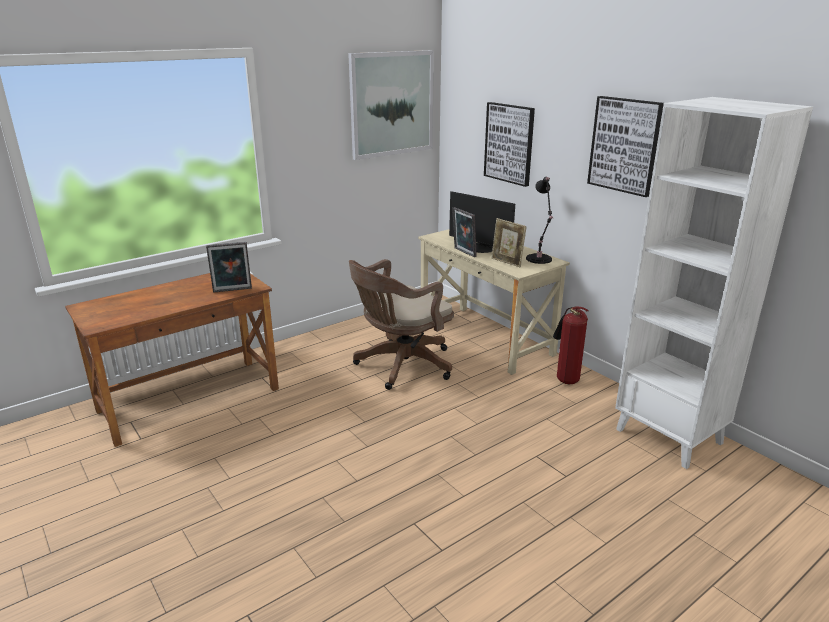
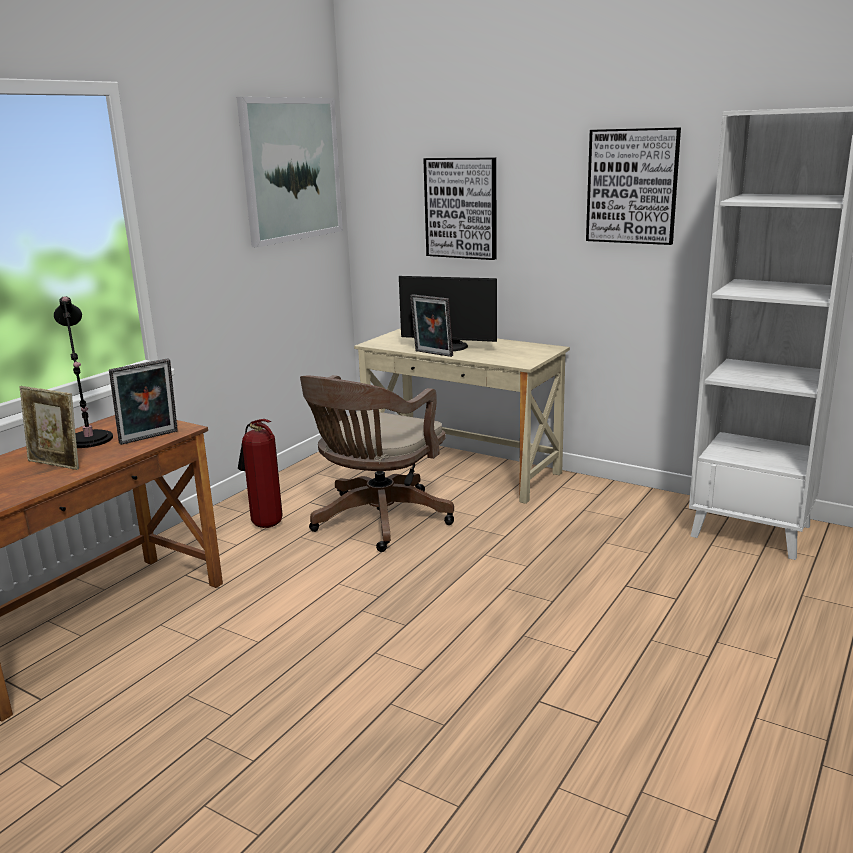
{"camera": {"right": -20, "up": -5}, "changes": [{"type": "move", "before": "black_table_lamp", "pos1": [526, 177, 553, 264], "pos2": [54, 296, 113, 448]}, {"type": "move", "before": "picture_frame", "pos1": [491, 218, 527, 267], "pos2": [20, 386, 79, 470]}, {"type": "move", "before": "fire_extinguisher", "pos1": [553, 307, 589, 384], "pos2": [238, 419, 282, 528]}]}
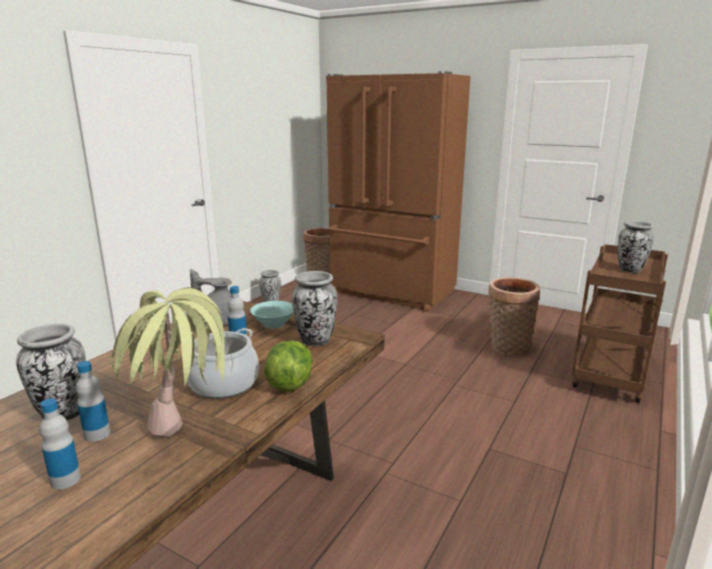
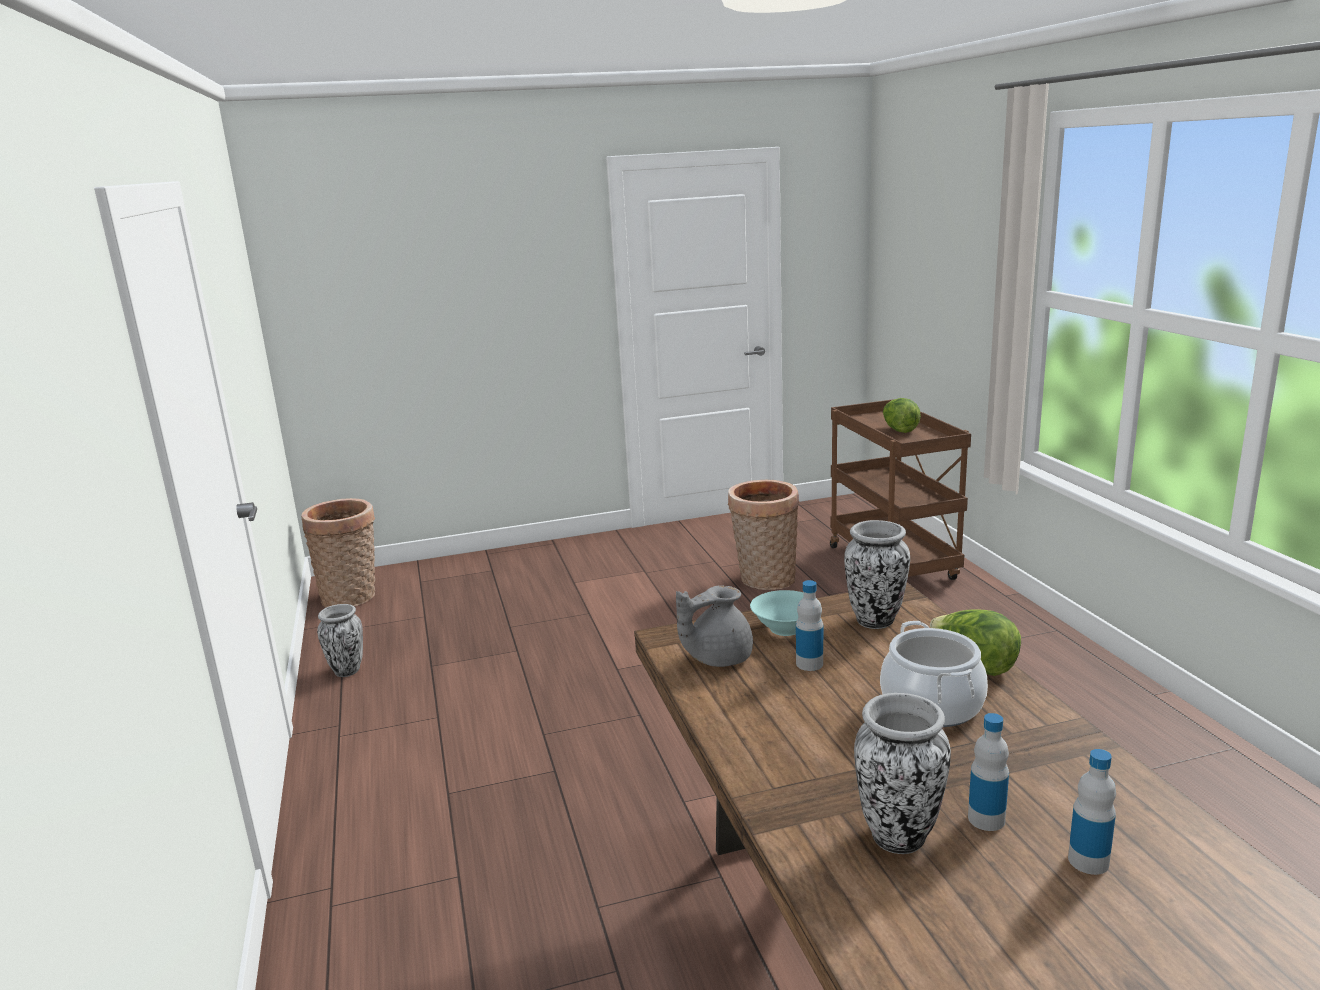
{"camera": {"right": -45, "up": 0}, "changes": [{"type": "delete", "before": "brown_fridge", "pos1": [326, 71, 470, 312]}, {"type": "replace", "before": "vase", "after": "lettuce", "pos1": [618, 221, 654, 273], "pos2": [883, 398, 921, 433]}, {"type": "delete", "before": "potted_plant", "pos1": [111, 287, 233, 438]}]}
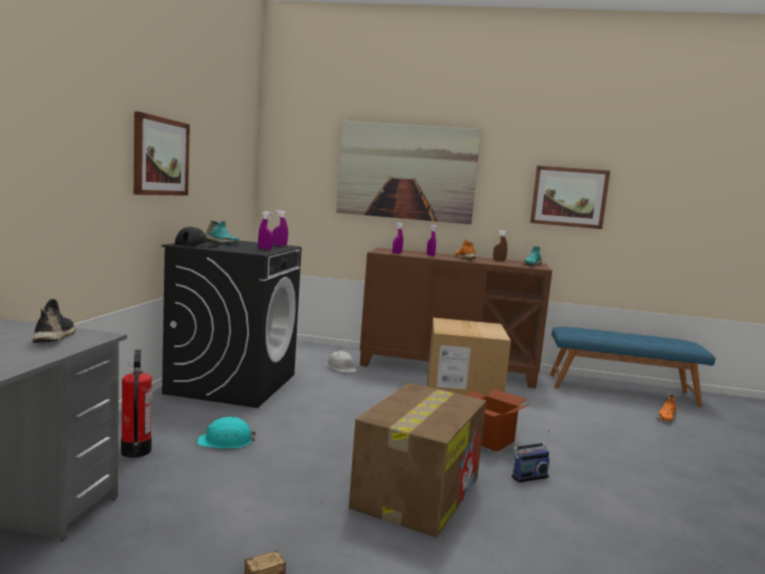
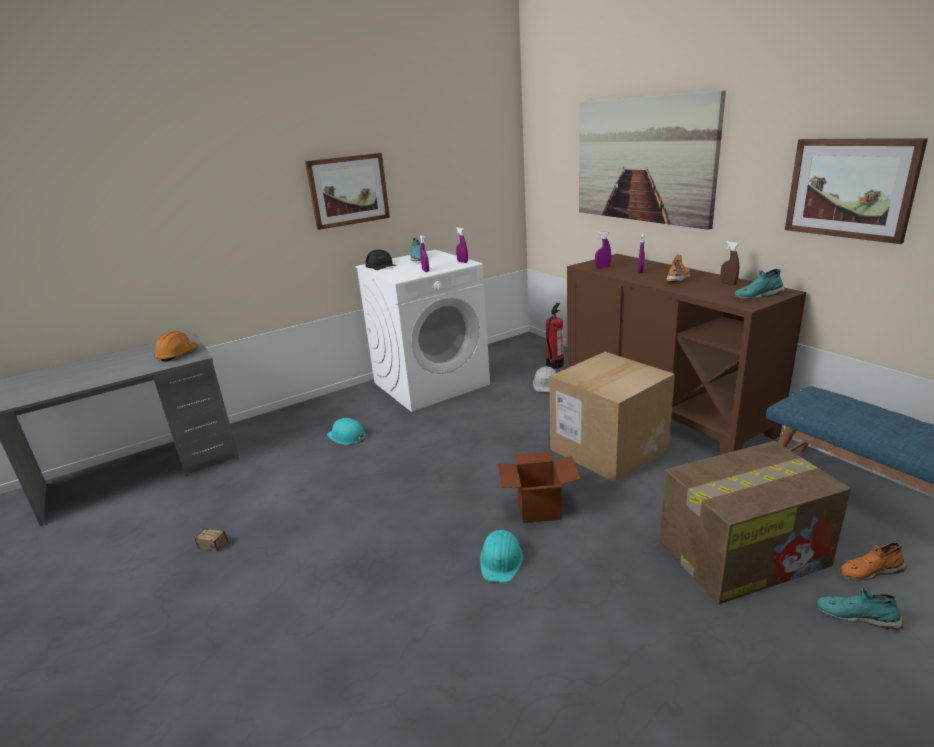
{"camera": {"right": 50, "up": 15}, "changes": [{"type": "recolor", "before": "black_washing_machine", "after": "white_washing_machine", "pos1": [161, 239, 302, 408], "pos2": [356, 250, 490, 412]}, {"type": "replace", "before": "black_shoe", "after": "orange_hard_hat", "pos1": [32, 299, 76, 343], "pos2": [154, 331, 198, 362]}, {"type": "move", "before": "fire_extinguisher", "pos1": [121, 350, 152, 458], "pos2": [546, 303, 564, 369]}, {"type": "move", "before": "cardboard_box", "pos1": [349, 383, 486, 537], "pos2": [660, 441, 851, 604]}, {"type": "replace", "before": "radio", "after": "turquoise_hard_hat", "pos1": [512, 430, 550, 483], "pos2": [480, 530, 523, 582]}, {"type": "insert", "after": "turquoise_shoe", "pos2": [817, 588, 904, 631]}]}
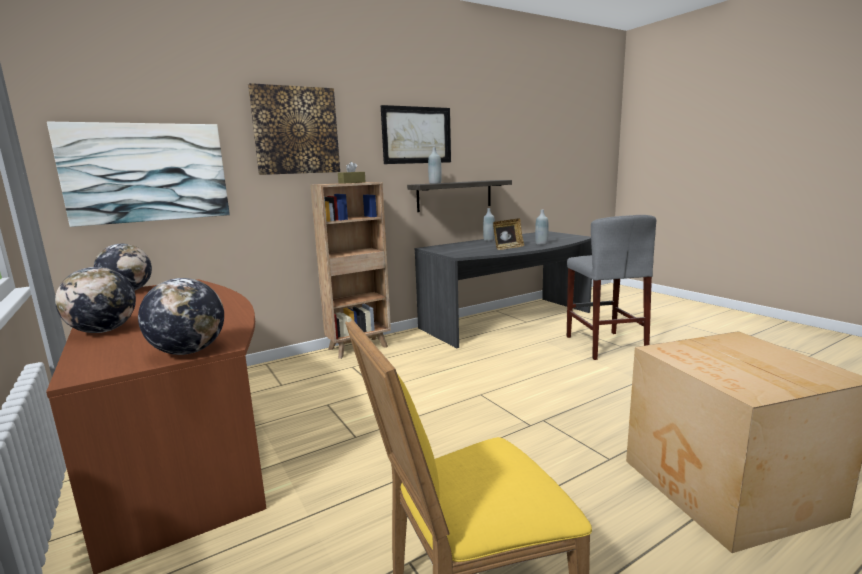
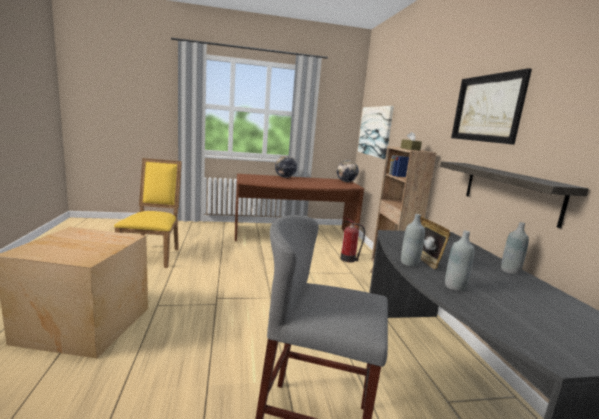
{"camera": {"right": 110, "up": 0}, "changes": [{"type": "delete", "before": "picture", "pos1": [248, 83, 340, 175]}, {"type": "move", "before": "grey_bottle", "pos1": [428, 147, 442, 184], "pos2": [401, 214, 425, 267]}, {"type": "delete", "before": "globe", "pos1": [138, 278, 224, 355]}, {"type": "insert", "after": "fire_extinguisher", "pos2": [340, 217, 365, 262]}]}
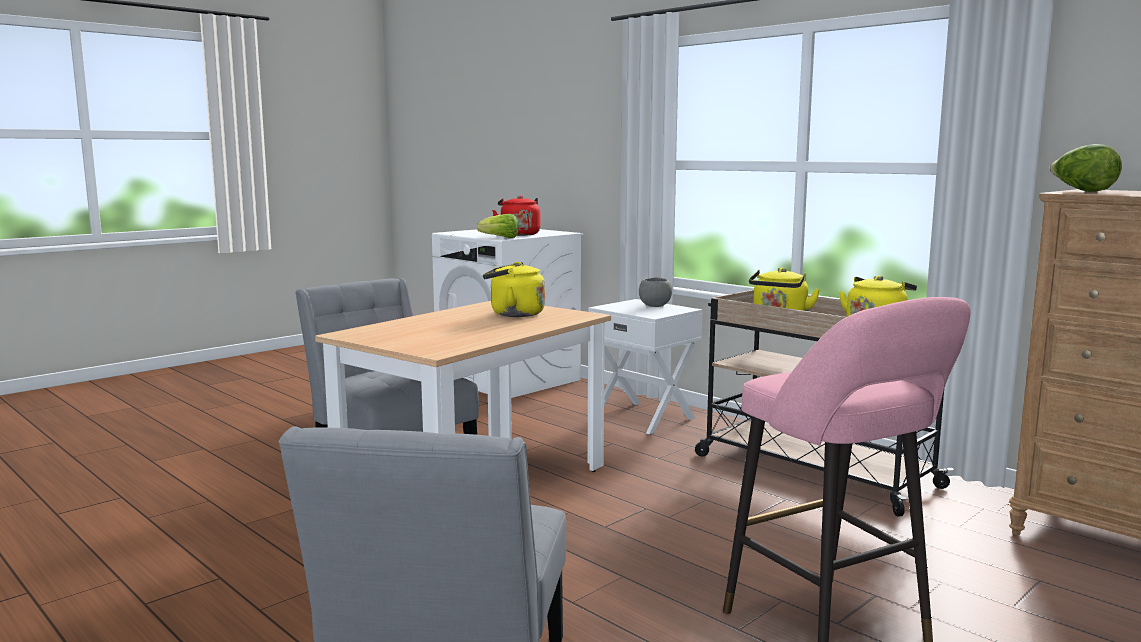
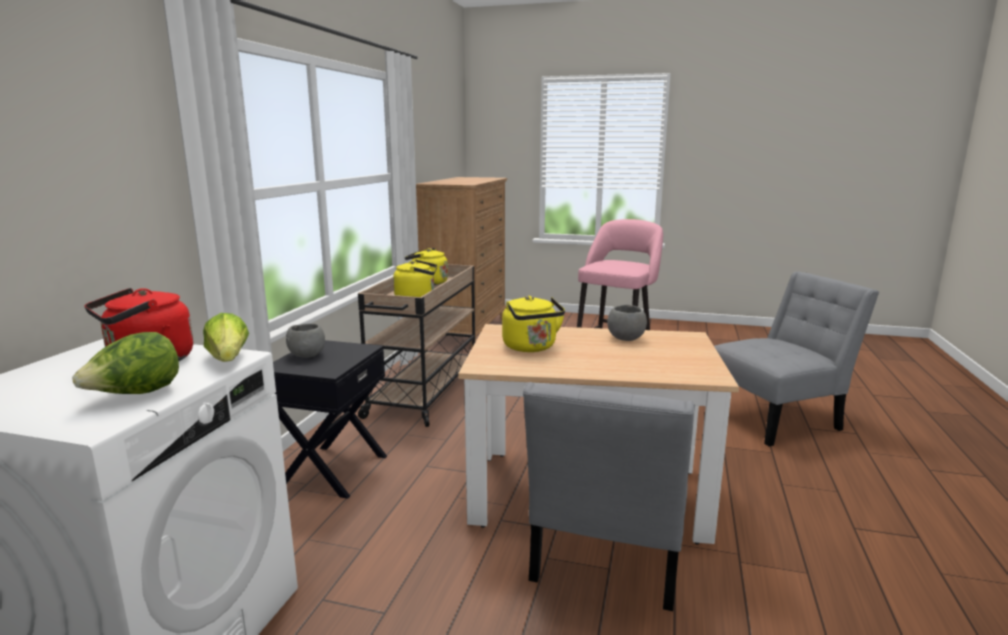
{"camera": {"right": -120, "up": 5}, "changes": [{"type": "move", "before": "lettuce", "pos1": [1049, 144, 1122, 192], "pos2": [72, 332, 179, 394]}, {"type": "recolor", "before": "white_nightstand", "after": "black_nightstand", "pos1": [588, 299, 703, 434], "pos2": [273, 340, 387, 499]}, {"type": "insert", "after": "grey_bowl", "pos2": [607, 305, 647, 341]}]}
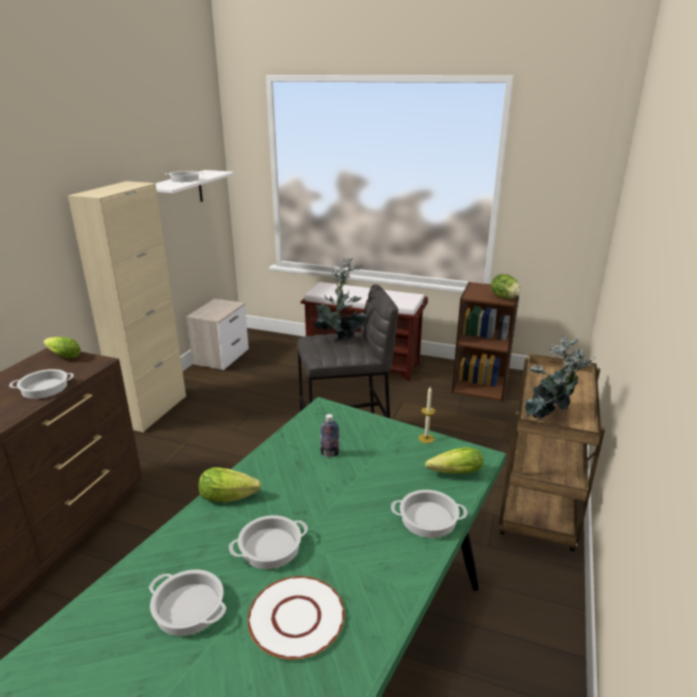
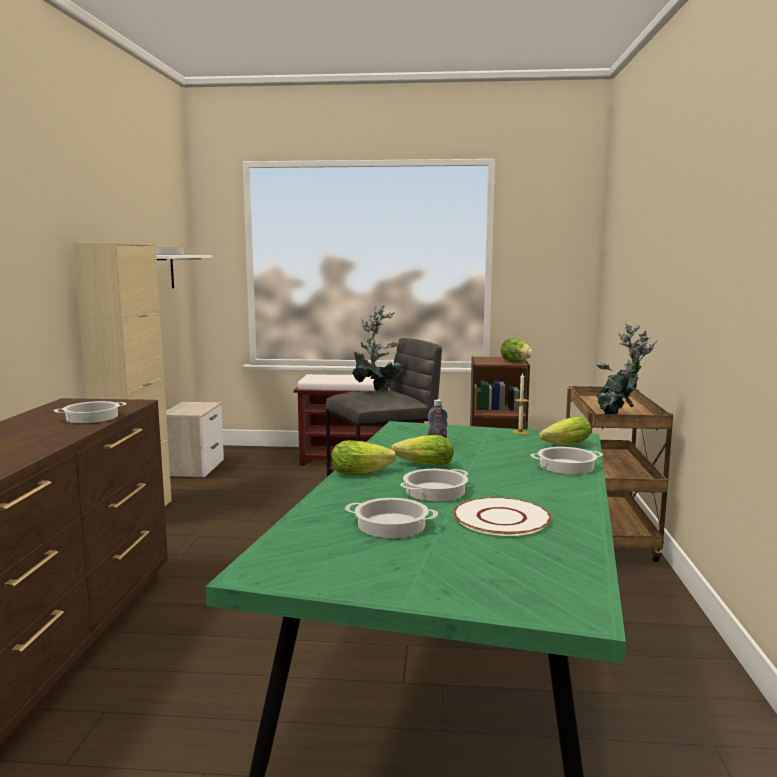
{"camera": {"right": -15, "up": -15}, "changes": [{"type": "move", "before": "lettuce", "pos1": [43, 337, 81, 359], "pos2": [391, 435, 453, 465]}]}
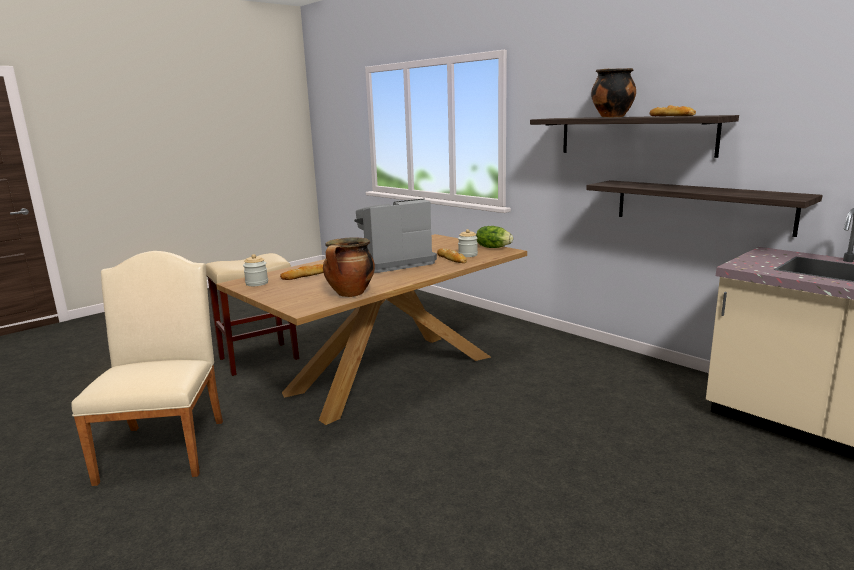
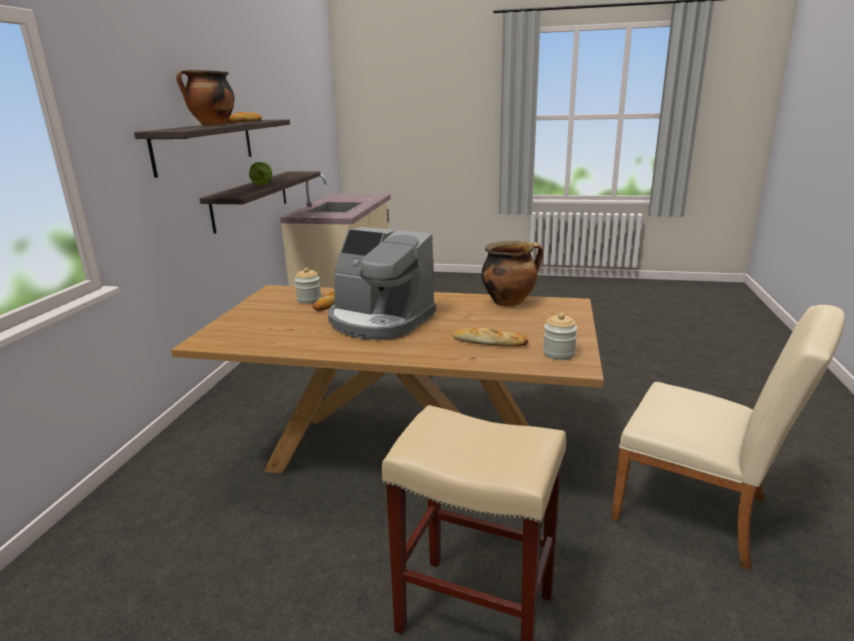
{"camera": {"right": -125, "up": 5}, "changes": [{"type": "move", "before": "lettuce", "pos1": [476, 226, 513, 248], "pos2": [249, 162, 272, 185]}, {"type": "rotate", "before": "beige_chair", "pos1": [71, 251, 223, 486], "pos2": [611, 305, 845, 570], "turn": -105}]}
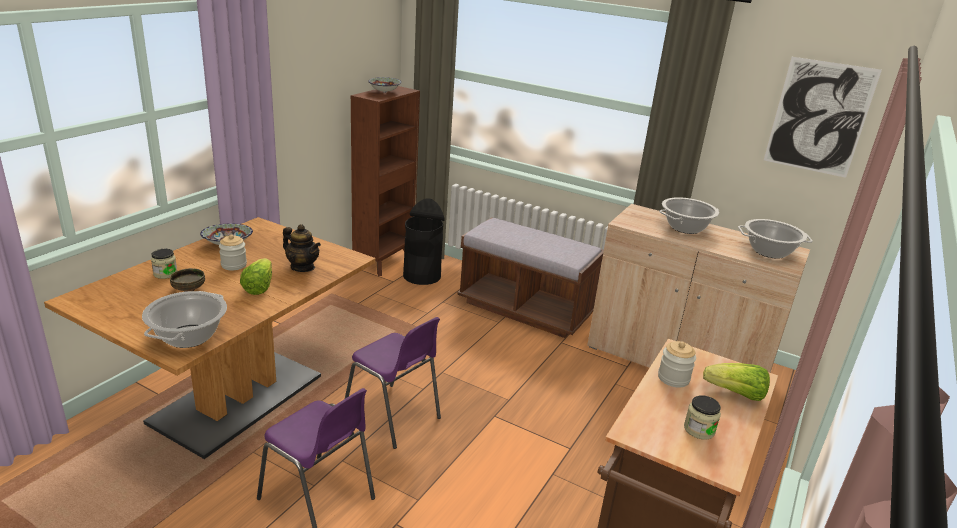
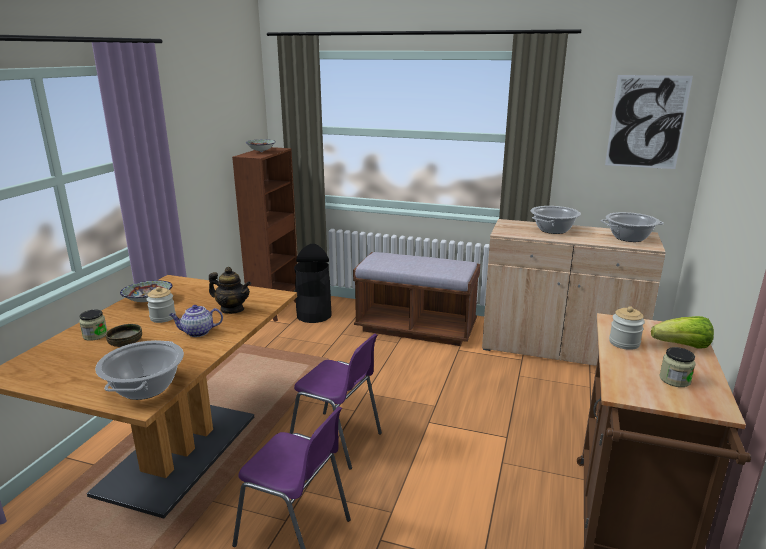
{"camera": {"right": -10, "up": -5}, "changes": [{"type": "replace", "before": "lettuce", "after": "teapot", "pos1": [240, 258, 272, 295], "pos2": [169, 305, 223, 337]}]}
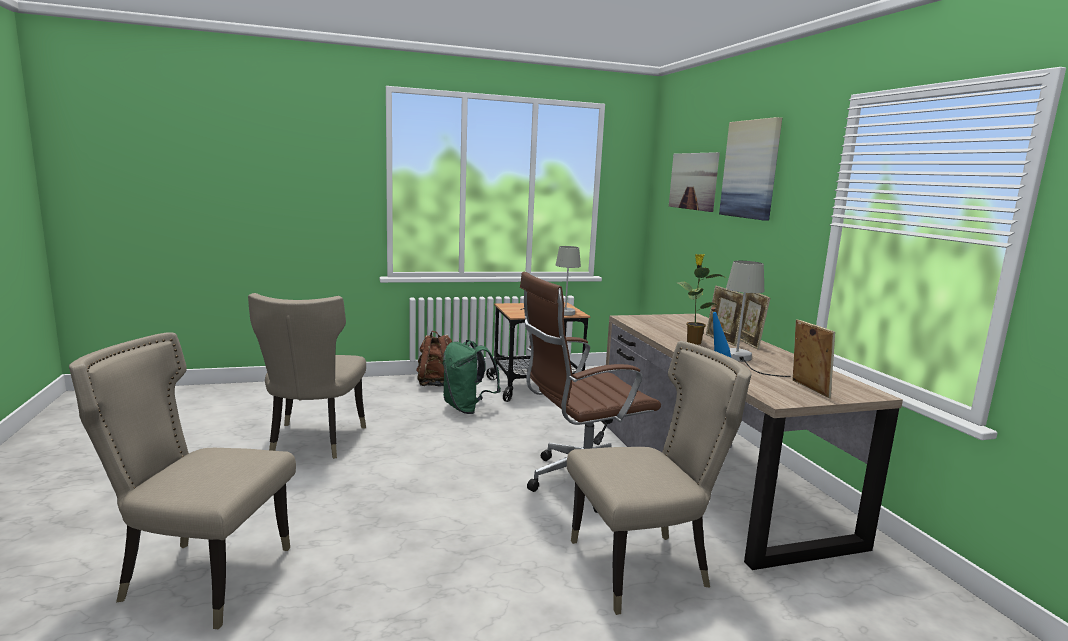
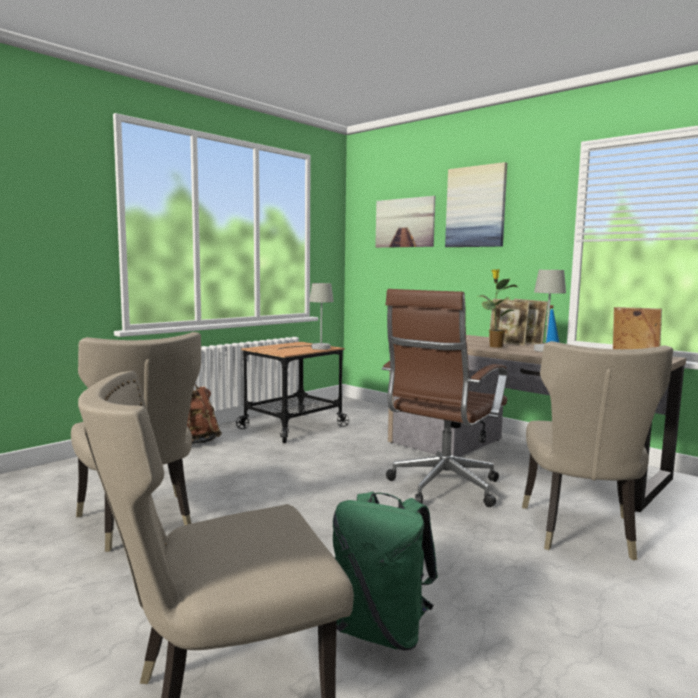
{"camera": {"right": -30, "up": -5}, "changes": [{"type": "move", "before": "green_backpack", "pos1": [443, 340, 501, 414], "pos2": [333, 492, 438, 650]}, {"type": "rotate", "before": "beige_chair", "pos1": [567, 341, 751, 615], "pos2": [522, 341, 673, 560], "turn": 150}]}
